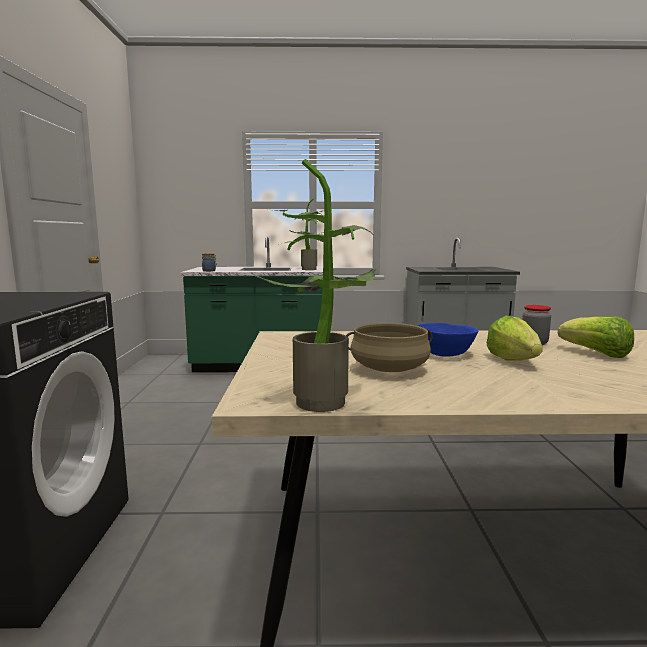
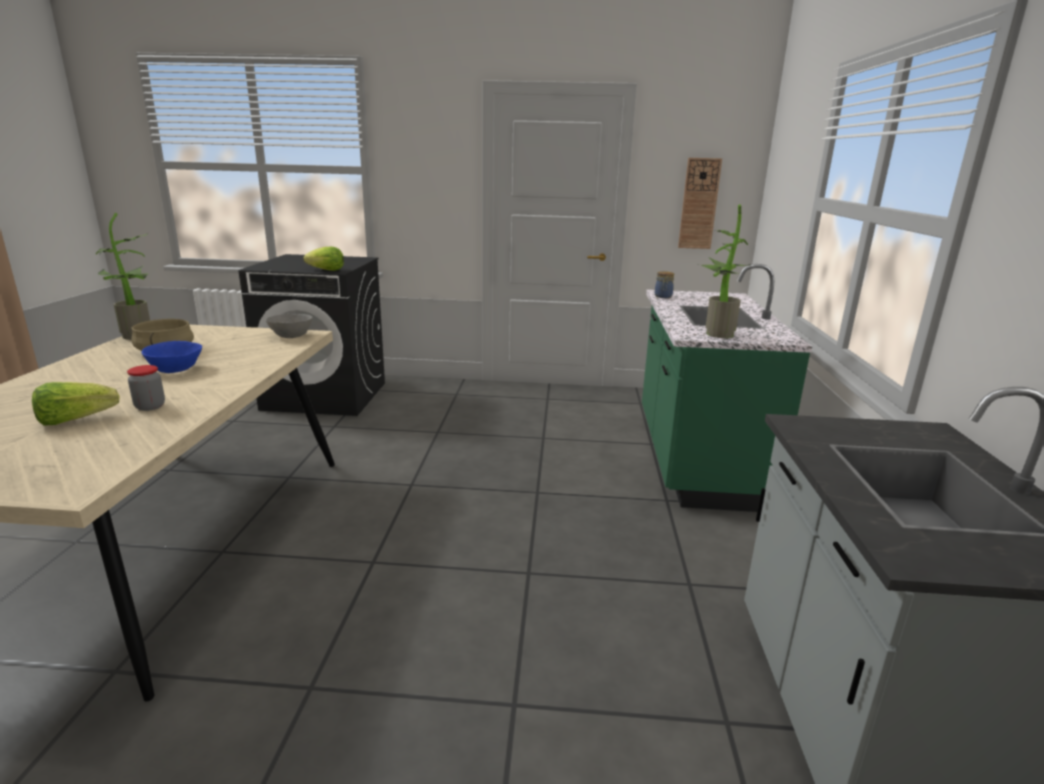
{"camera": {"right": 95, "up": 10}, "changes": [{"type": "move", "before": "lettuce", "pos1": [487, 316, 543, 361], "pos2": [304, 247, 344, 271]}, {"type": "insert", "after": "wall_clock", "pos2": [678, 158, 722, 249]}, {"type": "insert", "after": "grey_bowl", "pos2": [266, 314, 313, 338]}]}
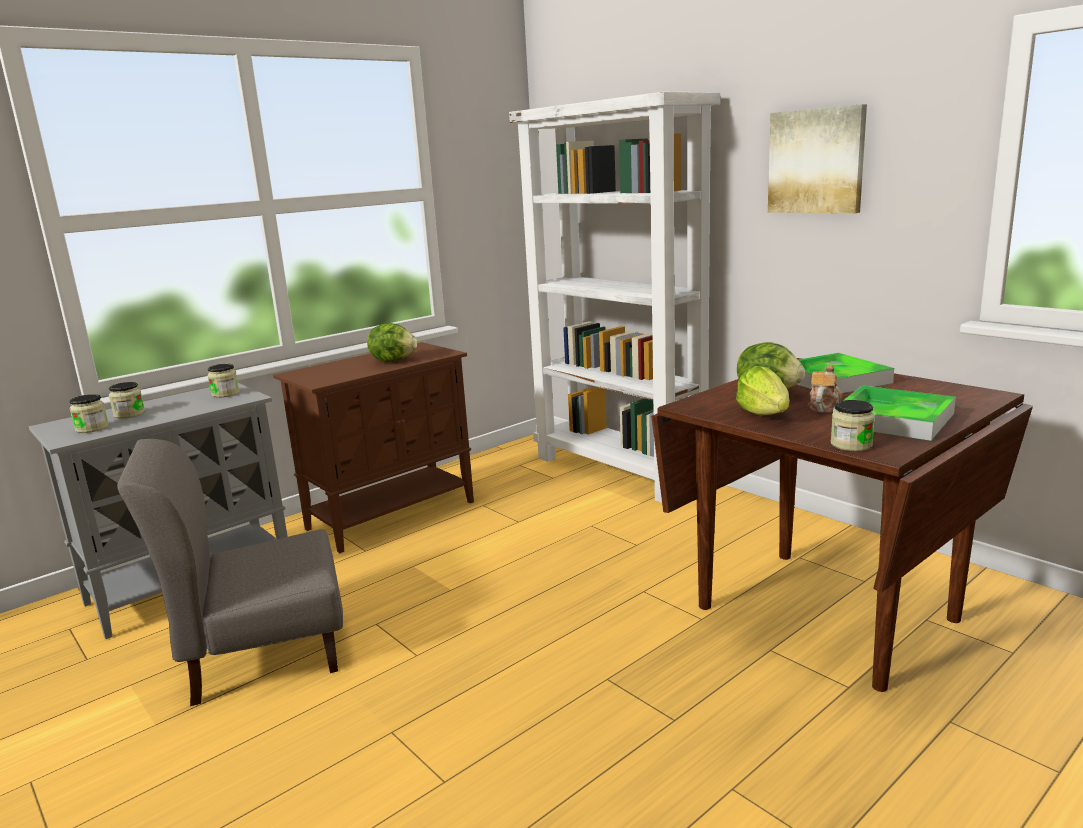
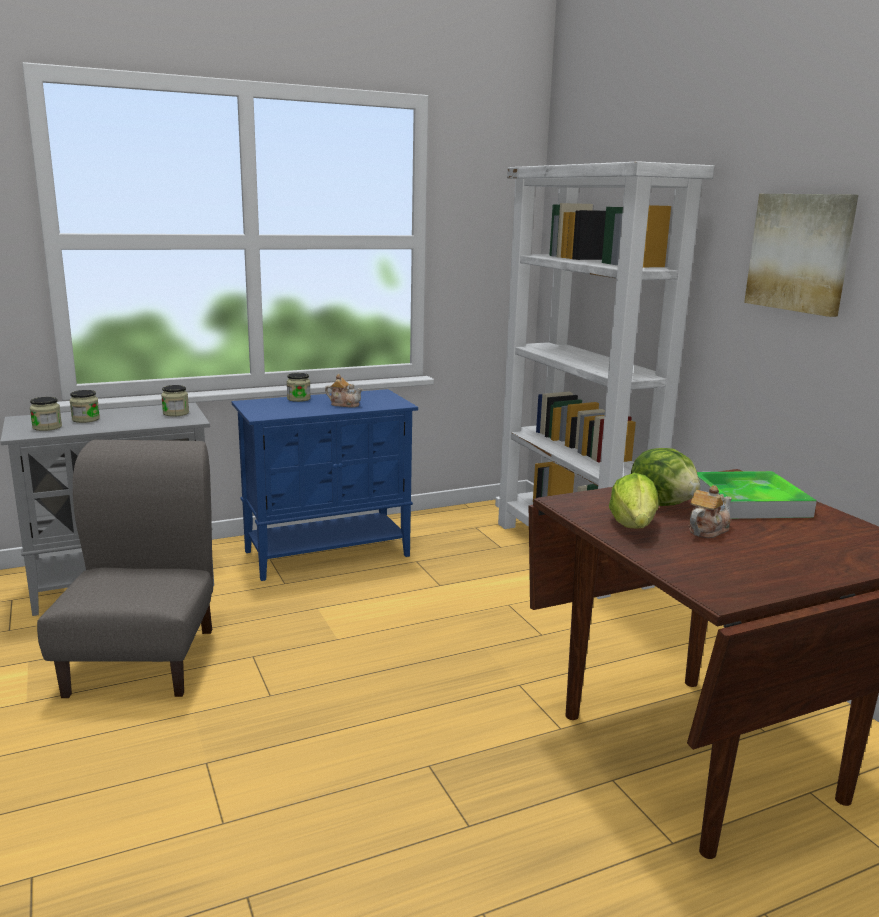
{"camera": {"right": 15, "up": 0}, "changes": [{"type": "replace", "before": "lettuce", "after": "teapot", "pos1": [367, 323, 417, 362], "pos2": [325, 374, 362, 408]}, {"type": "recolor", "before": "brown_cabinet", "after": "blue_cabinet", "pos1": [273, 342, 474, 553], "pos2": [232, 389, 418, 581]}, {"type": "delete", "before": "tray", "pos1": [833, 385, 956, 441]}, {"type": "move", "before": "jar", "pos1": [831, 400, 875, 451], "pos2": [287, 373, 311, 402]}, {"type": "rotate", "before": "grey_chair", "pos1": [117, 439, 343, 706], "pos2": [37, 440, 213, 698], "turn": 90}]}
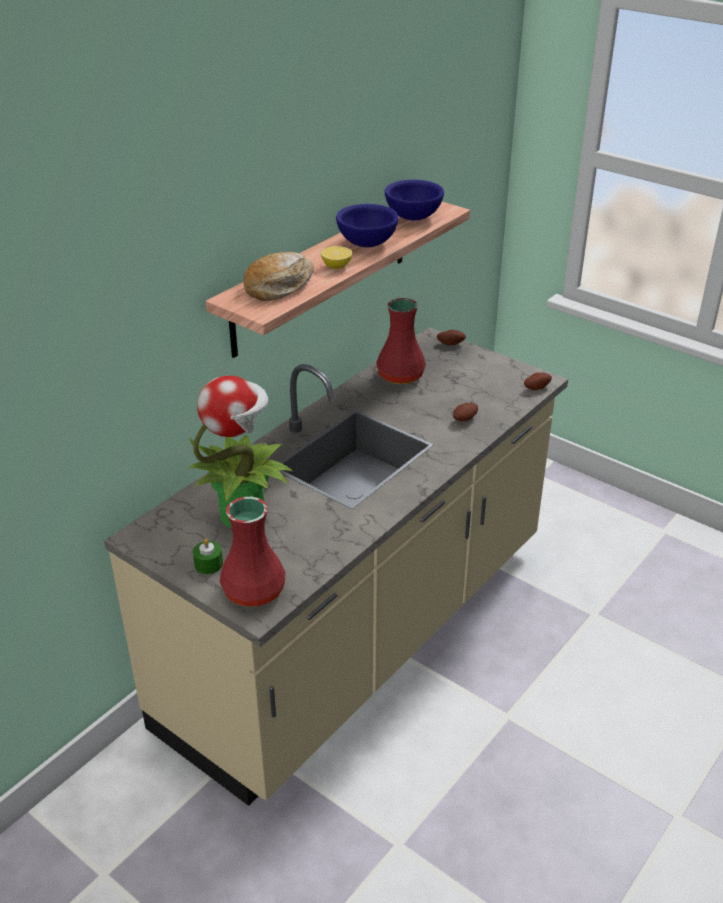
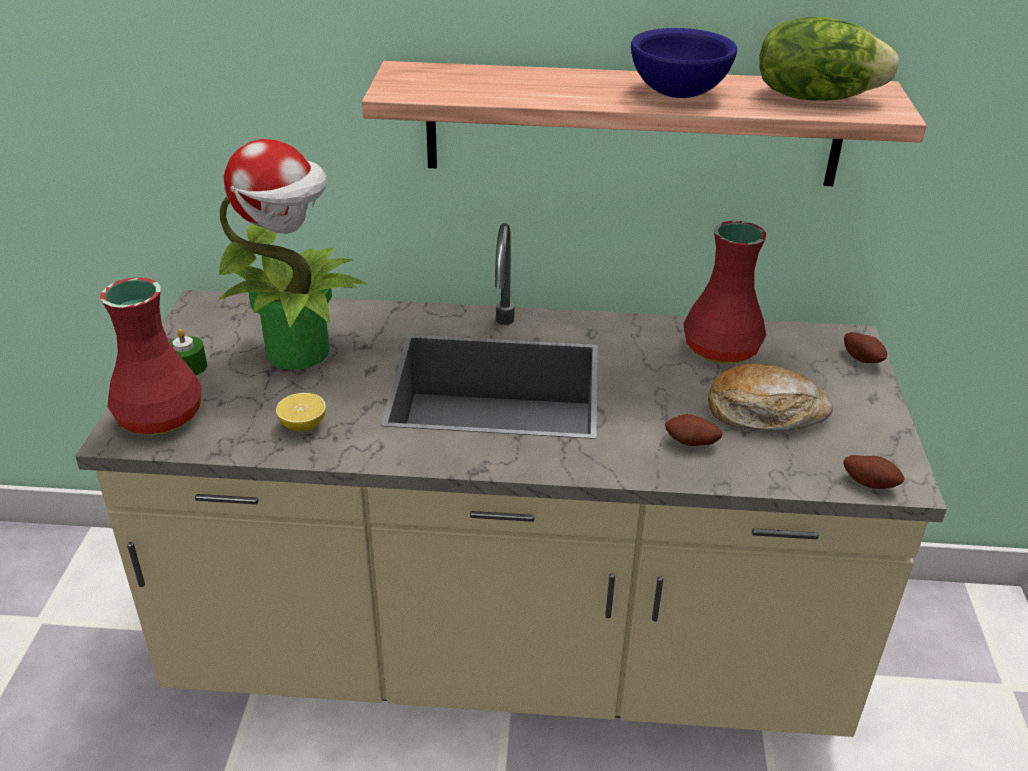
{"camera": {"right": 55, "up": 0}, "changes": [{"type": "replace", "before": "blue_bowl", "after": "lettuce", "pos1": [385, 180, 444, 220], "pos2": [759, 17, 899, 101]}, {"type": "move", "before": "lemon", "pos1": [321, 246, 352, 269], "pos2": [276, 393, 326, 432]}, {"type": "move", "before": "bread", "pos1": [243, 252, 314, 301], "pos2": [708, 364, 833, 431]}]}
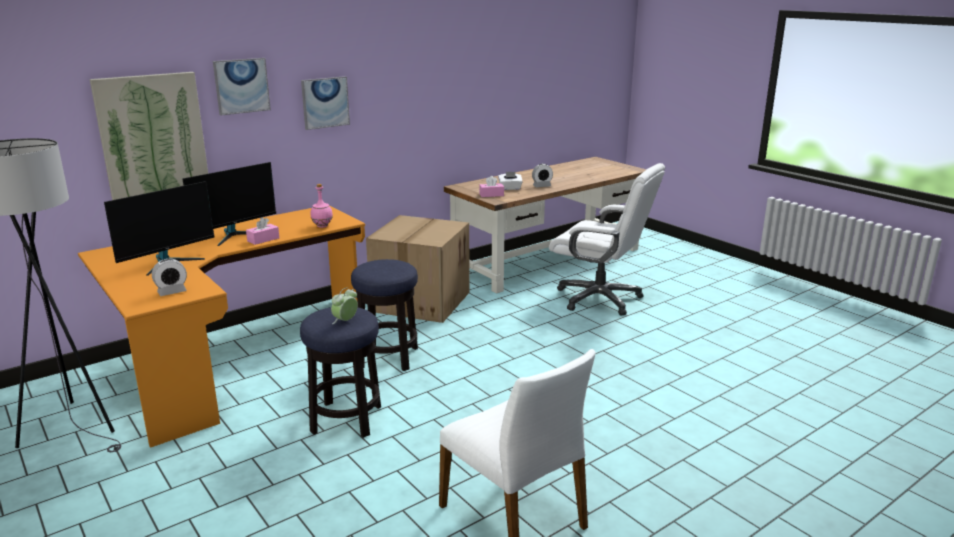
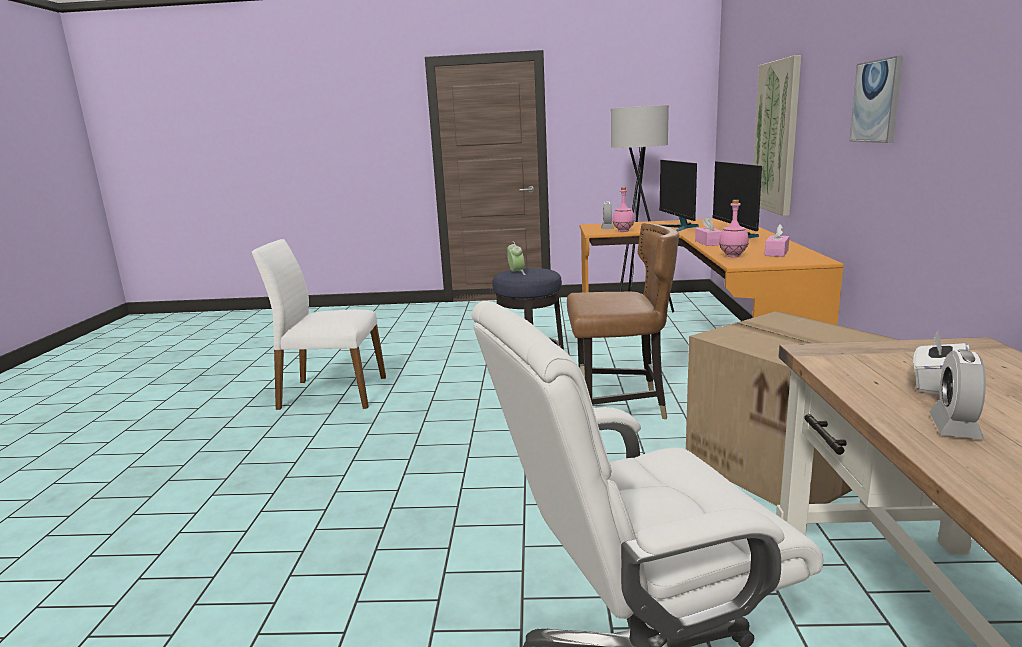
{"camera": {"right": 130, "up": -5}, "changes": [{"type": "delete", "before": "picture", "pos1": [213, 58, 271, 115]}, {"type": "move", "before": "pink_tissue_box", "pos1": [479, 176, 504, 197], "pos2": [764, 224, 790, 257]}, {"type": "replace", "before": "stool", "after": "brown_chair", "pos1": [351, 259, 418, 371], "pos2": [567, 223, 679, 419]}, {"type": "insert", "after": "pink_bottle", "pos2": [612, 187, 635, 232]}]}
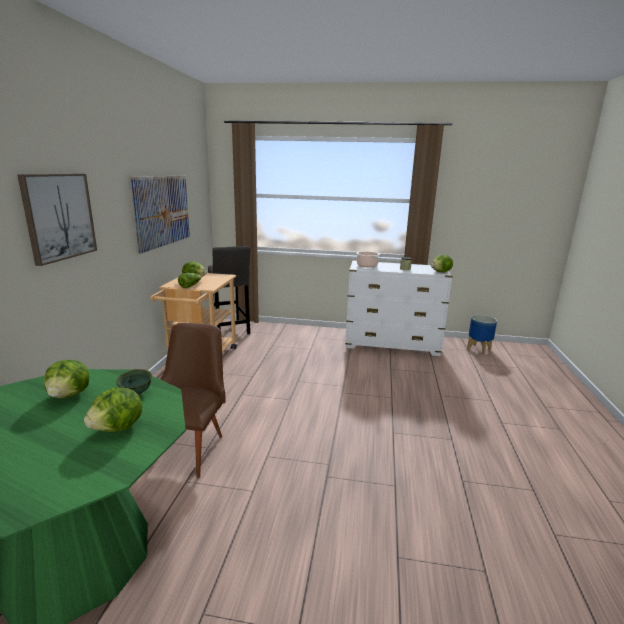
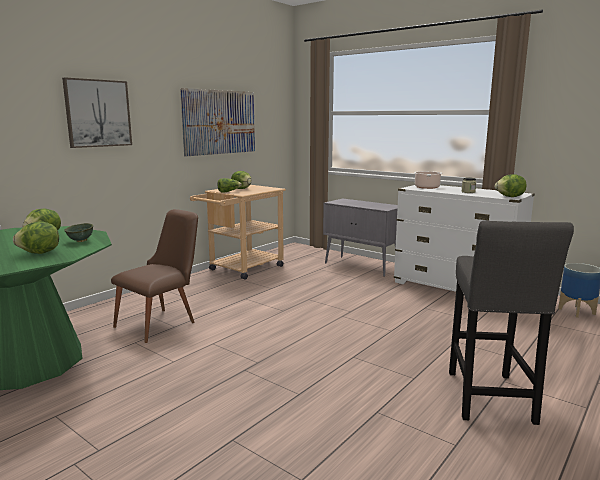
{"camera": {"right": 30, "up": -5}, "changes": [{"type": "move", "before": "grey_stool", "pos1": [208, 246, 250, 334], "pos2": [449, 221, 574, 425]}, {"type": "insert", "after": "grey_cabinet", "pos2": [323, 199, 398, 277]}]}
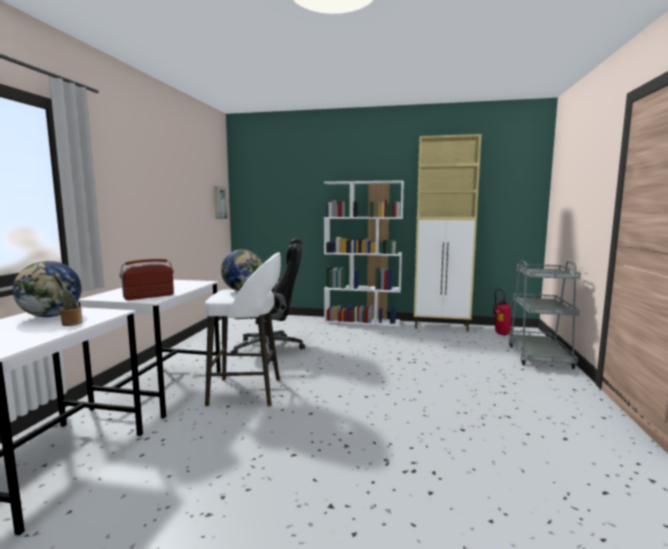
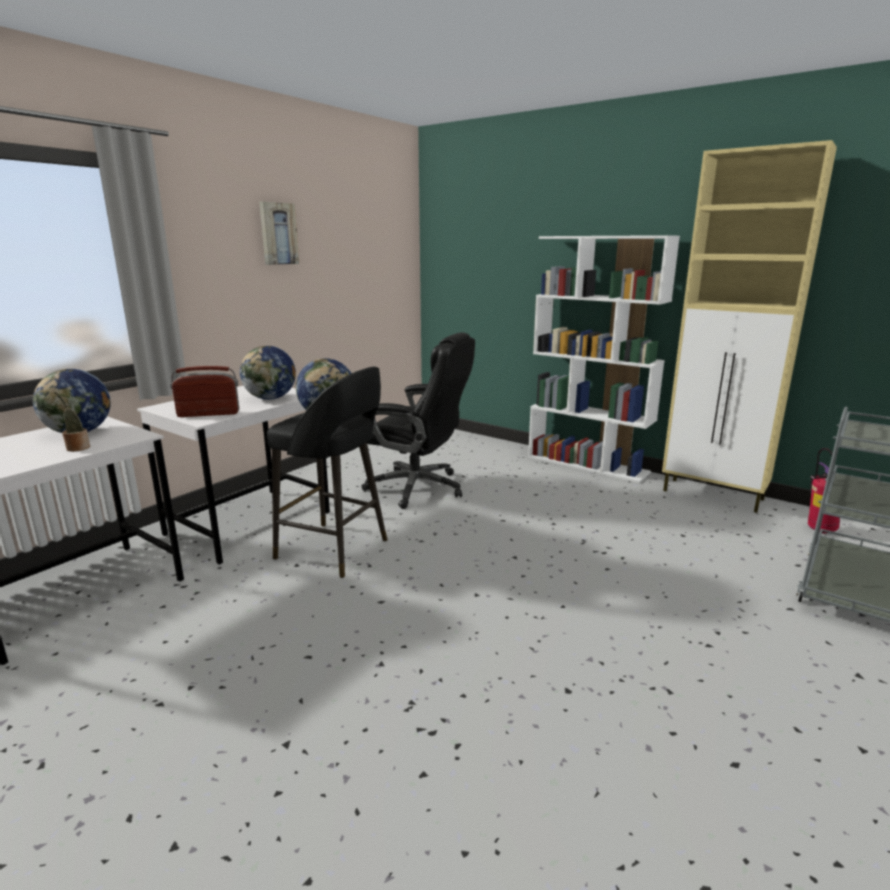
{"camera": {"right": 25, "up": 10}, "changes": [{"type": "move", "before": "picture", "pos1": [214, 186, 228, 219], "pos2": [259, 202, 299, 265]}, {"type": "recolor", "before": "white_stool", "after": "black_stool", "pos1": [205, 252, 281, 407], "pos2": [267, 367, 388, 578]}, {"type": "insert", "after": "globe", "pos2": [240, 346, 296, 400]}]}
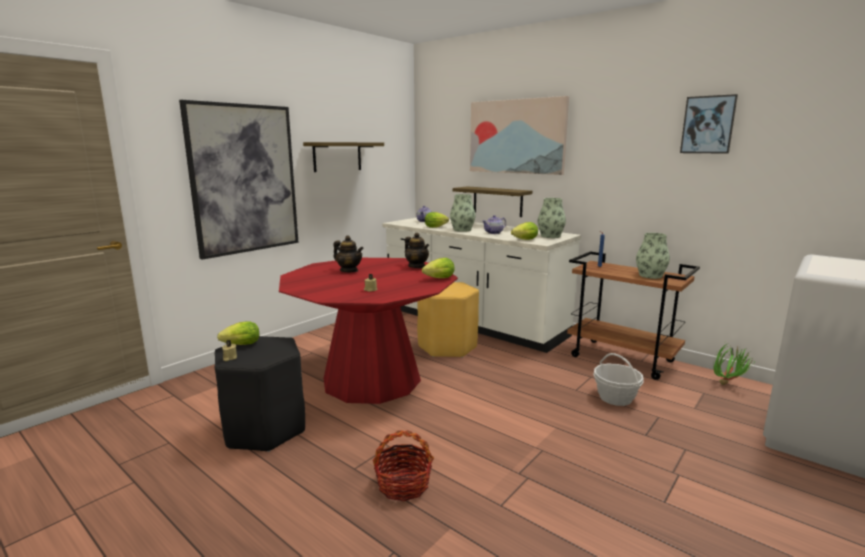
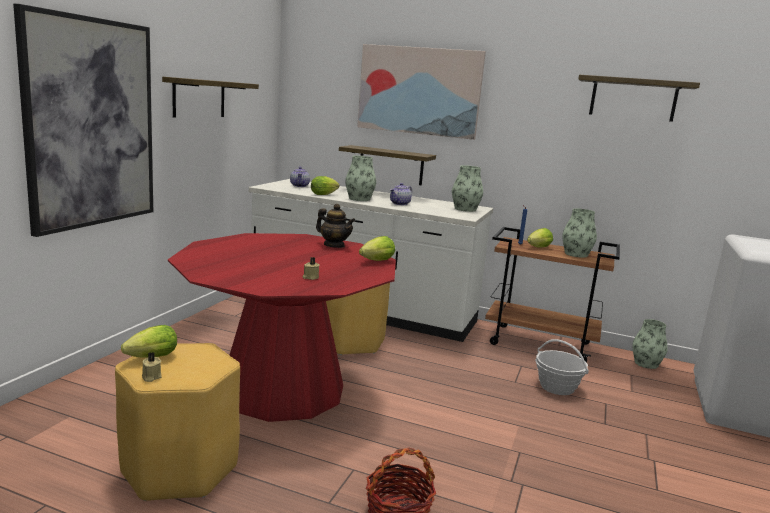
{"camera": {"right": -20, "up": 0}, "changes": [{"type": "replace", "before": "picture", "after": "shelf", "pos1": [680, 94, 738, 154], "pos2": [578, 75, 700, 122]}, {"type": "move", "before": "lettuce", "pos1": [511, 222, 538, 240], "pos2": [527, 228, 553, 247]}, {"type": "delete", "before": "teapot", "pos1": [333, 236, 364, 272]}, {"type": "recolor", "before": "black_stool", "after": "yellow_stool", "pos1": [215, 336, 305, 452], "pos2": [115, 343, 240, 501]}, {"type": "replace", "before": "potted_plant", "after": "vase", "pos1": [713, 343, 756, 385], "pos2": [632, 319, 668, 369]}]}
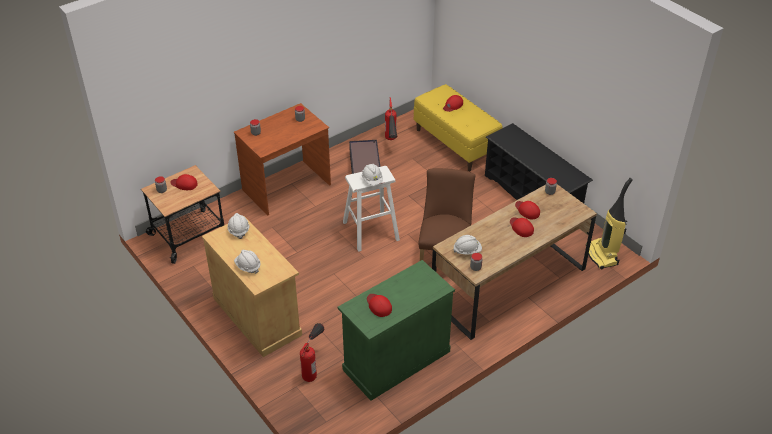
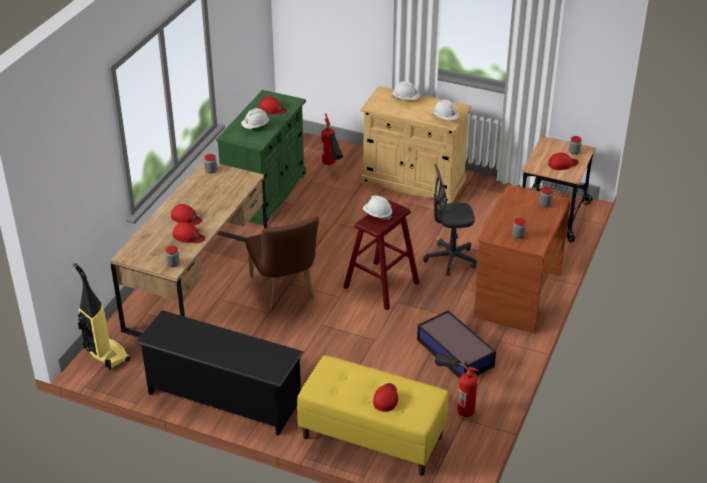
{"camera": {"right": 150, "up": -5}, "changes": [{"type": "recolor", "before": "white_stool", "after": "red_stool", "pos1": [343, 166, 400, 252], "pos2": [343, 200, 419, 310]}, {"type": "move", "before": "white_hard_hat", "pos1": [453, 235, 482, 255], "pos2": [241, 108, 269, 129]}, {"type": "insert", "after": "grey_office_chair", "pos2": [423, 164, 477, 276]}]}
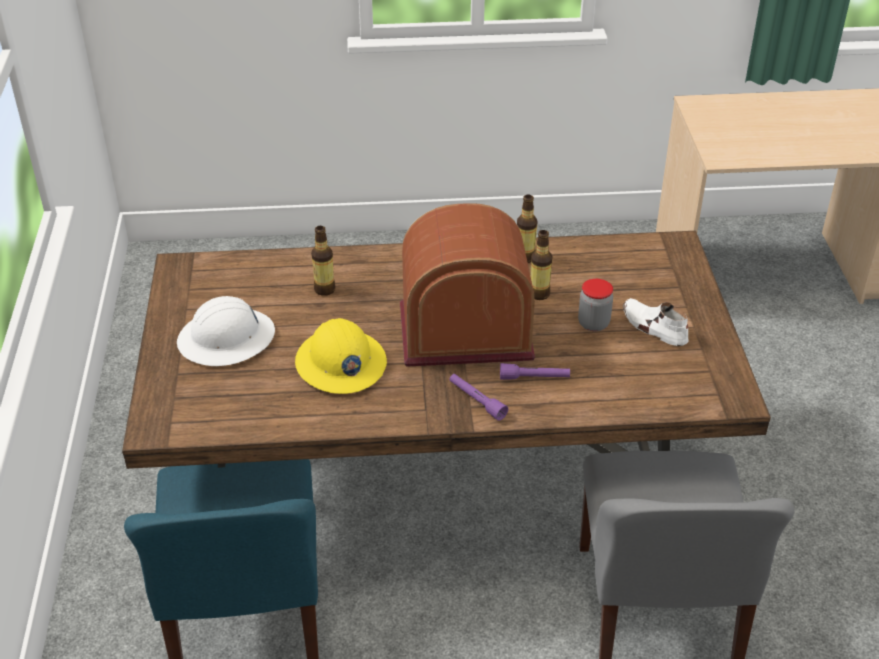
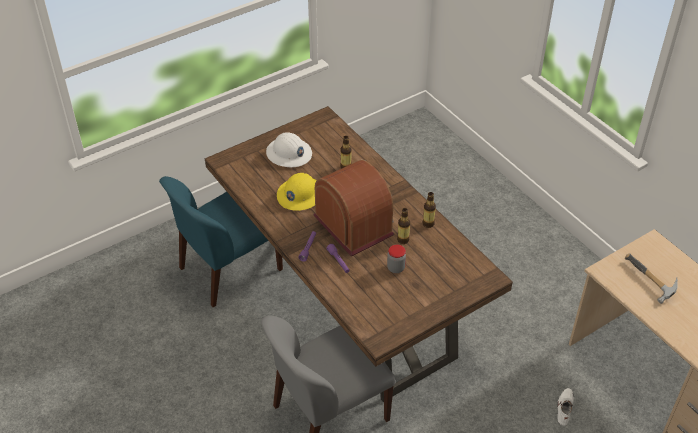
{"camera": {"right": 60, "up": 5}, "changes": [{"type": "move", "before": "white_shoe", "pos1": [623, 298, 688, 346], "pos2": [557, 388, 574, 426]}, {"type": "insert", "after": "hammer", "pos2": [625, 253, 678, 304]}]}
